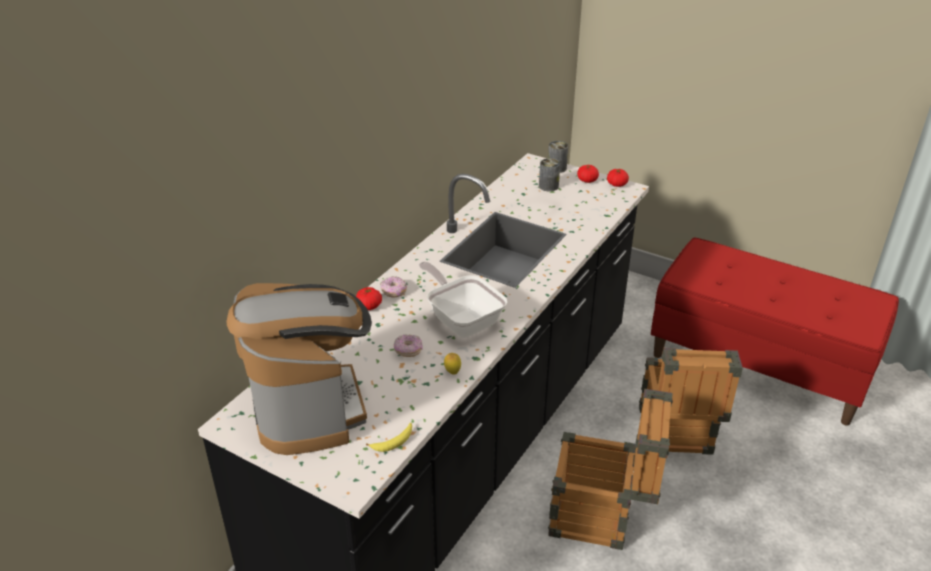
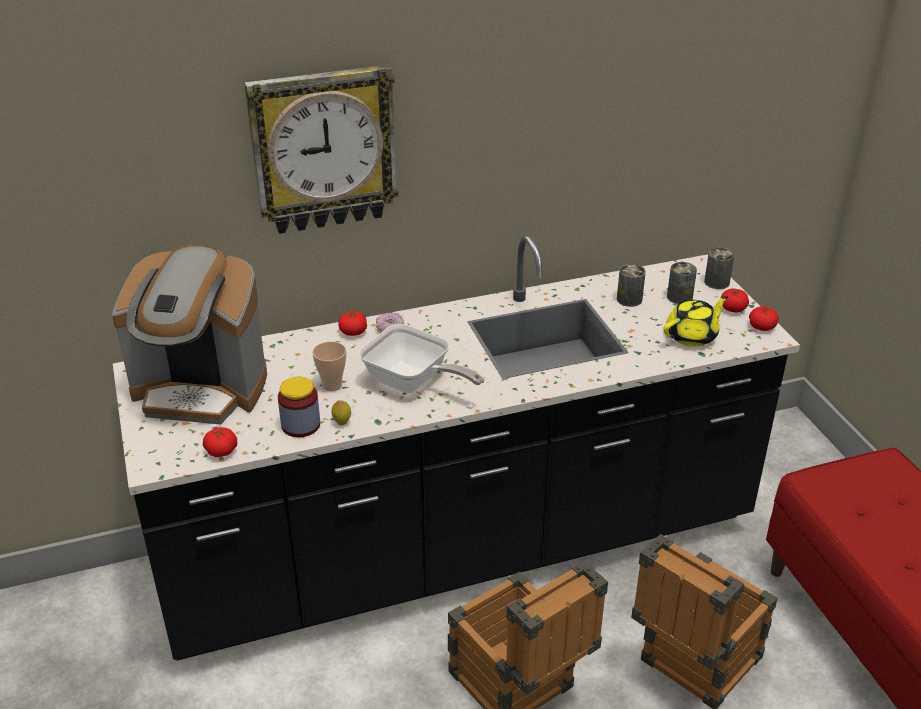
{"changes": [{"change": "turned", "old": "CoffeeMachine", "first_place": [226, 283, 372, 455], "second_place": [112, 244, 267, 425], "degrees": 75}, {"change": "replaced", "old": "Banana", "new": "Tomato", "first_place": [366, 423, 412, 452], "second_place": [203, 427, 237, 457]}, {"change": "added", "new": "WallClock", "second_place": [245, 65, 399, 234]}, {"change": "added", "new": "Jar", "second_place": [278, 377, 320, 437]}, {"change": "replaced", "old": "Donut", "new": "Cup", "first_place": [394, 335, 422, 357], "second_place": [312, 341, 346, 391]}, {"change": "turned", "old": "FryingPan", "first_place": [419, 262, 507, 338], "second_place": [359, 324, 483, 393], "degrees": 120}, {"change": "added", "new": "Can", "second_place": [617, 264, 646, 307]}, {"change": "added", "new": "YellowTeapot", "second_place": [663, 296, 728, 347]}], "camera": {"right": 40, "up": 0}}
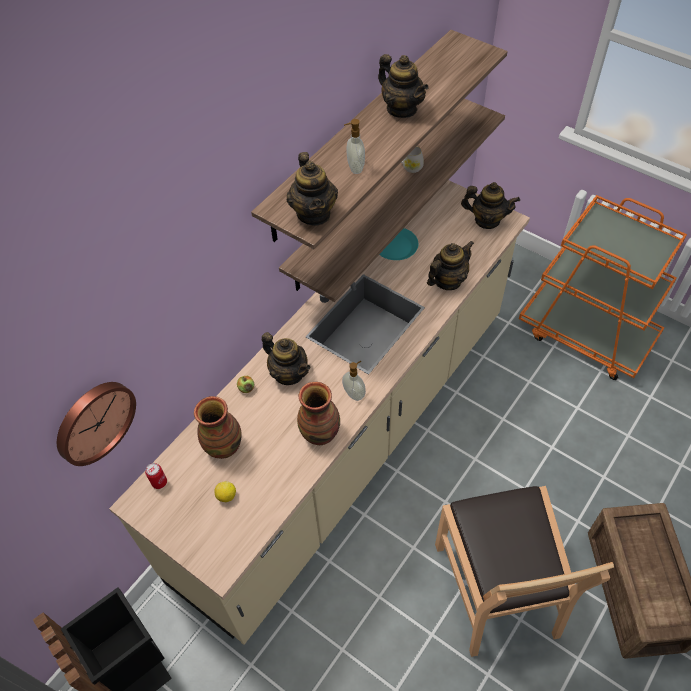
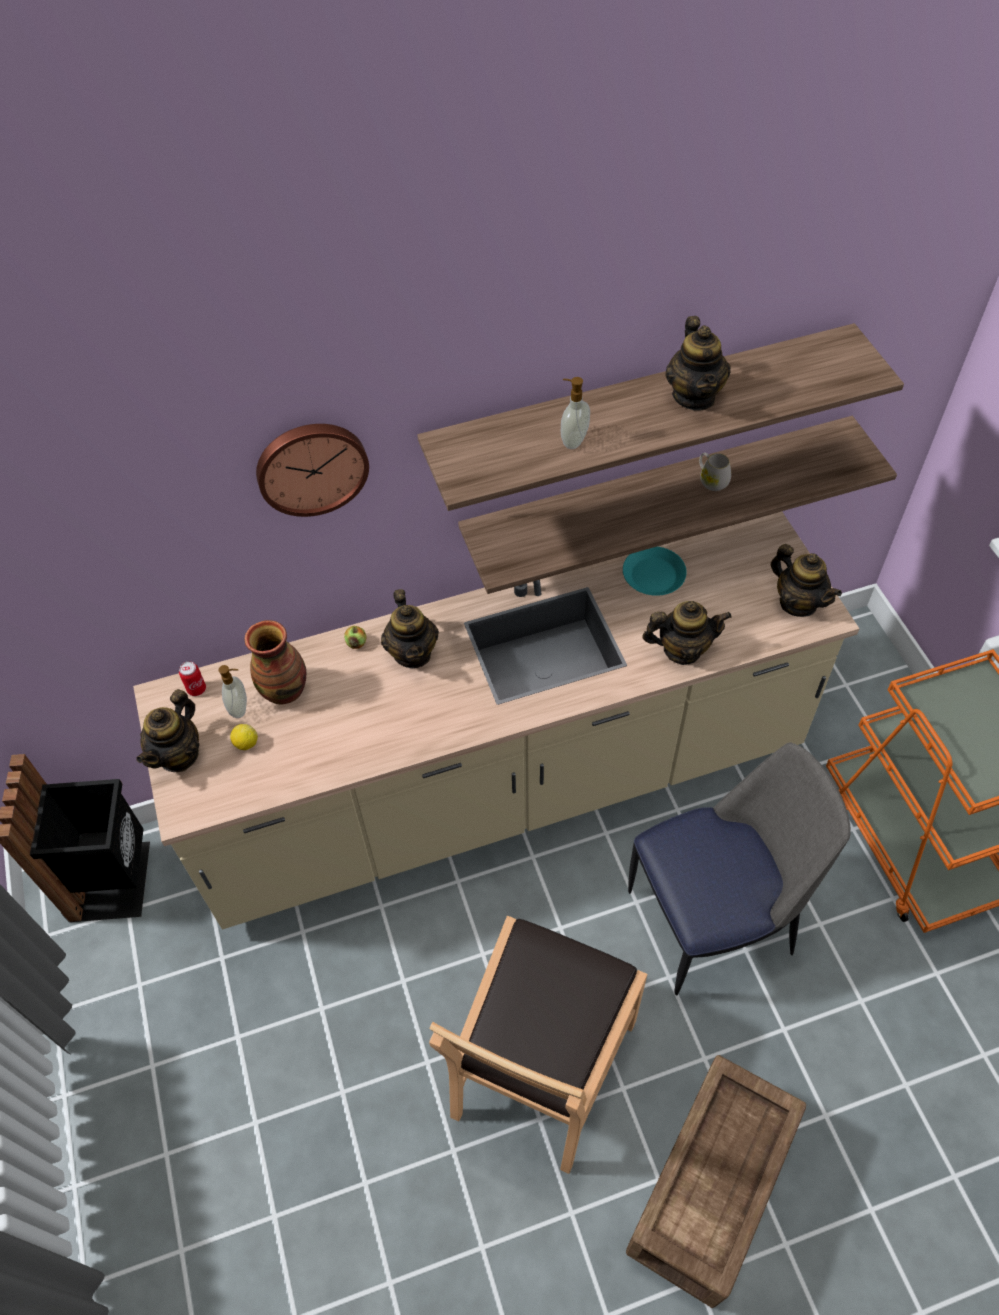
{"changes": [{"change": "moved", "old": "Teapot", "first_place": [287, 152, 338, 226], "second_place": [136, 689, 199, 772]}, {"change": "moved", "old": "SoapDispenser", "first_place": [342, 361, 366, 401], "second_place": [218, 665, 247, 718]}, {"change": "moved", "old": "WallClock", "first_place": [57, 382, 136, 466], "second_place": [256, 424, 369, 517]}, {"change": "added", "new": "Chair", "second_place": [628, 743, 851, 996]}, {"change": "removed", "old": "Vase", "first_place": [297, 382, 340, 445]}], "camera": {"right": 35, "up": 0}}
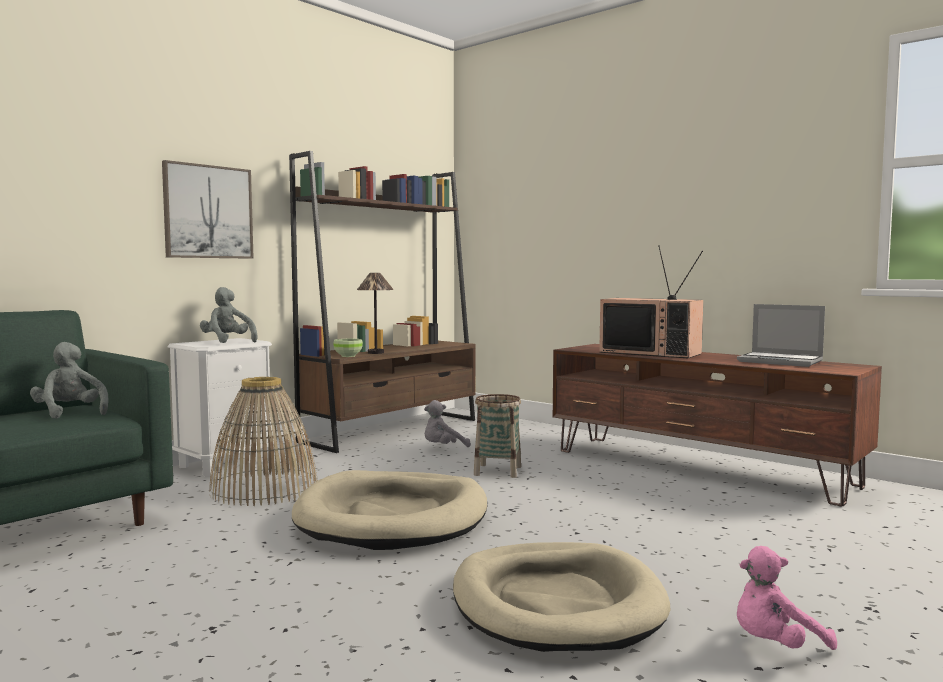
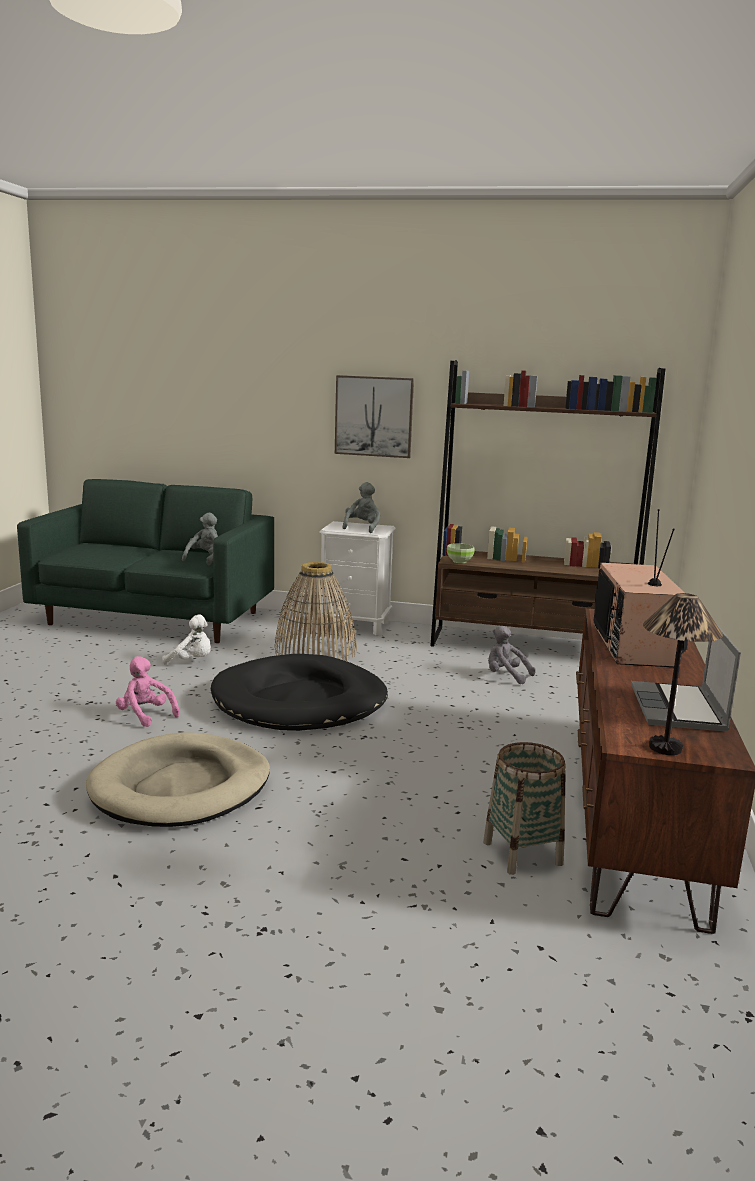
{"changes": [{"change": "moved", "old": "PinkPlushToy", "first_place": [737, 546, 837, 650], "second_place": [116, 656, 179, 727]}, {"change": "added", "new": "WhitePlushToy", "second_place": [162, 614, 211, 665]}, {"change": "recoloured", "old": "BeigeDogBed", "new": "BlackDogBed", "first_place": [292, 470, 487, 550], "second_place": [211, 654, 388, 731]}, {"change": "moved", "old": "Basket", "first_place": [474, 394, 521, 478], "second_place": [483, 742, 566, 875]}, {"change": "moved", "old": "TableLamp", "first_place": [357, 273, 394, 354], "second_place": [643, 593, 723, 755]}], "camera": {"right": 60, "up": 10}}
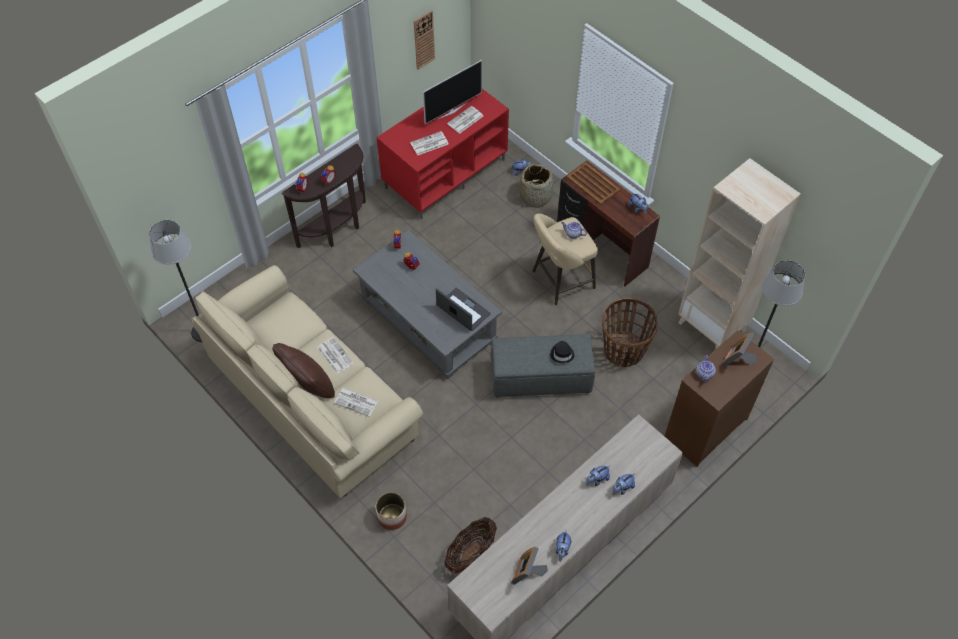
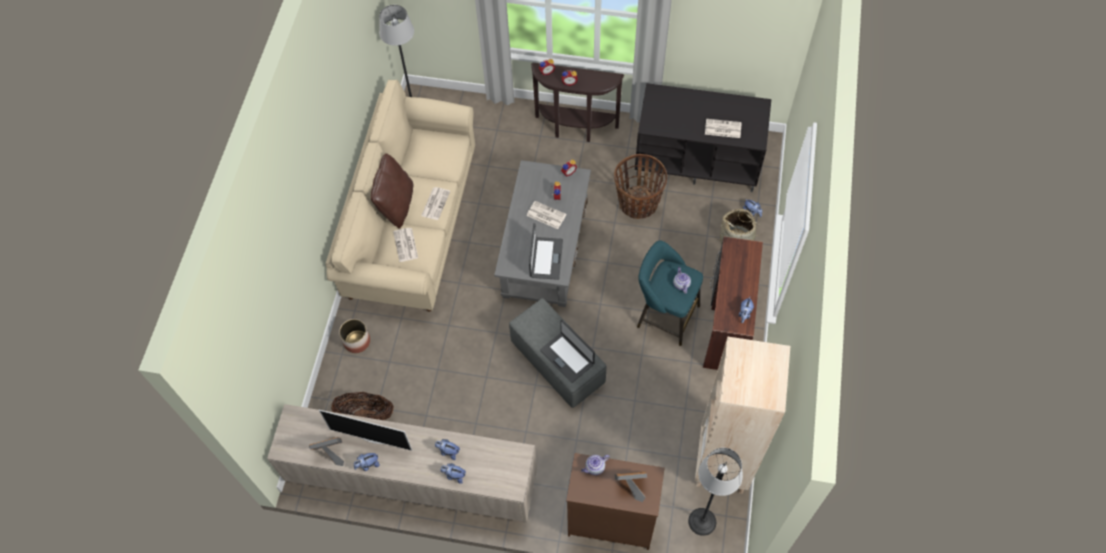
{"changes": [{"change": "moved", "old": "Television", "first_place": [423, 60, 482, 124], "second_place": [319, 410, 412, 451]}, {"change": "moved", "old": "Newspaper", "first_place": [410, 131, 448, 155], "second_place": [526, 201, 566, 229]}, {"change": "replaced", "old": "BlackHat", "new": "Laptop", "first_place": [550, 341, 574, 363], "second_place": [540, 320, 595, 383]}, {"change": "moved", "old": "Basket", "first_place": [602, 298, 658, 367], "second_place": [614, 154, 667, 219]}, {"change": "recoloured", "old": "RedTvStand", "new": "BlackTvStand", "first_place": [377, 89, 509, 219], "second_place": [635, 83, 771, 192]}, {"change": "recoloured", "old": "BeigeStool", "new": "TurquoiseStool", "first_place": [533, 213, 598, 305], "second_place": [637, 241, 703, 346]}, {"change": "removed", "old": "WallClock", "first_place": [414, 10, 435, 70]}, {"change": "removed", "old": "BrownTray", "first_place": [566, 162, 620, 205]}], "camera": {"right": 55, "up": 5}}
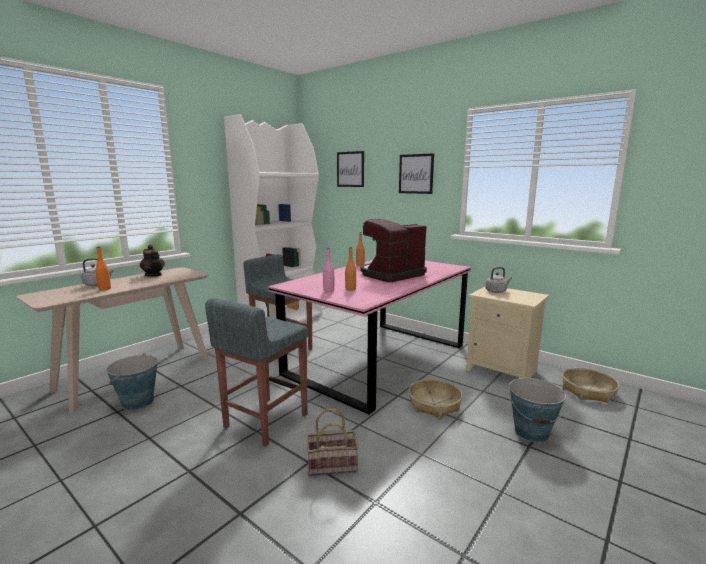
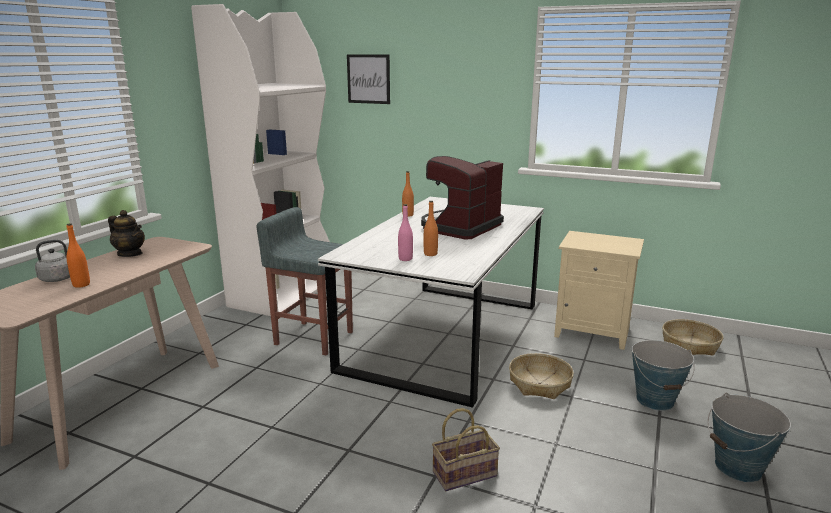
{"changes": [{"change": "recoloured", "old": "PinkDiningTable", "new": "WhiteDiningTable", "first_place": [268, 260, 471, 414], "second_place": [318, 197, 544, 408]}, {"change": "moved", "old": "Bucket", "first_place": [106, 353, 158, 410], "second_place": [707, 393, 791, 482]}, {"change": "removed", "old": "GreyStool", "first_place": [205, 298, 308, 447]}, {"change": "removed", "old": "Picture", "first_place": [399, 153, 434, 194]}, {"change": "removed", "old": "GreyKettle", "first_place": [485, 267, 512, 293]}], "camera": {"right": -15, "up": 5}}
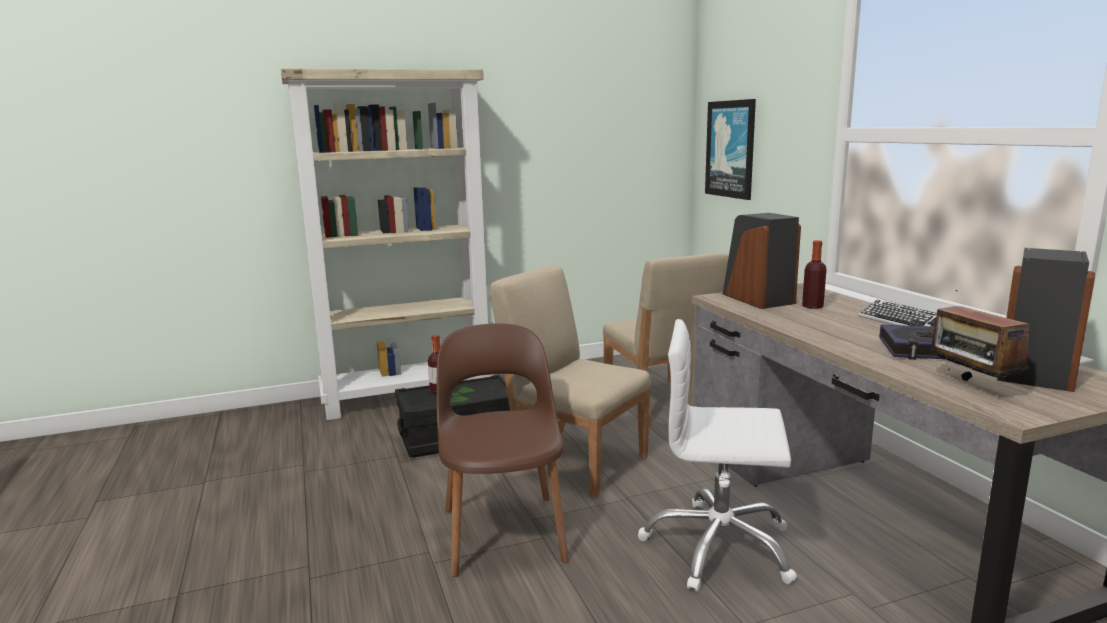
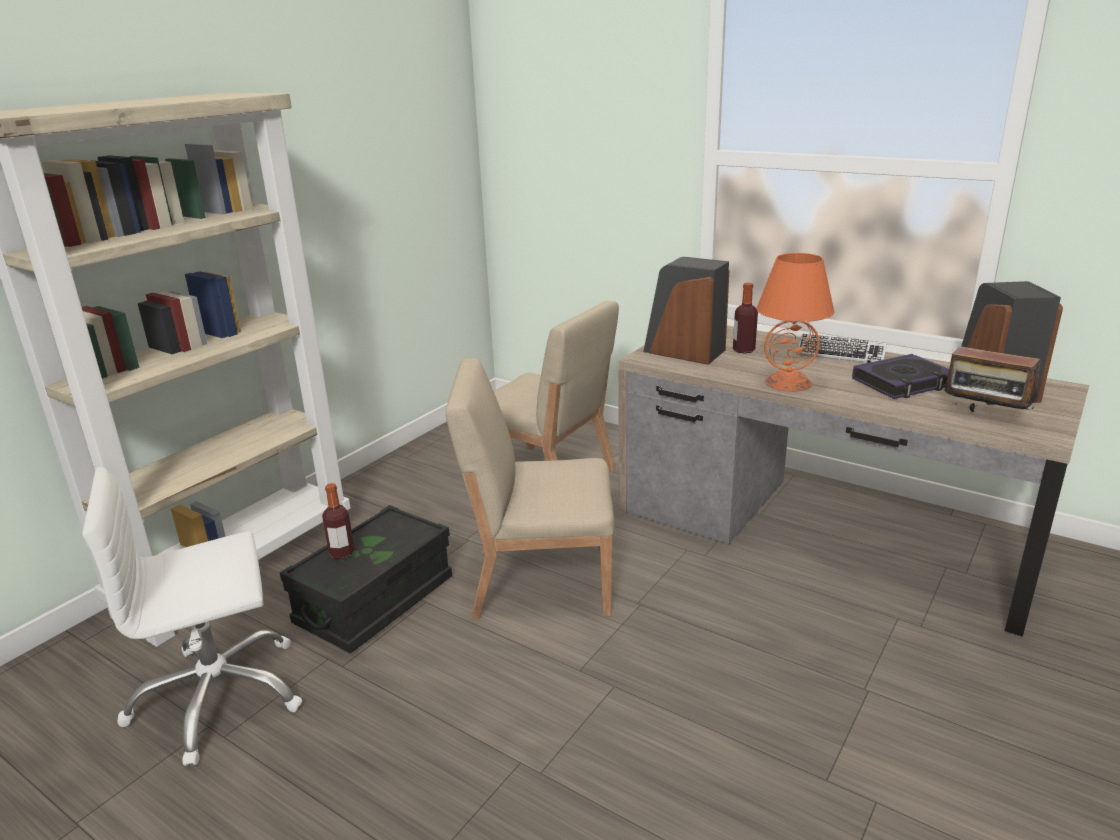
{"changes": [{"change": "moved", "old": "WhiteOfficeChair", "first_place": [638, 319, 797, 592], "second_place": [82, 467, 302, 766]}, {"change": "added", "new": "OrangeTableLamp", "second_place": [757, 253, 834, 392]}, {"change": "removed", "old": "BrownChair", "first_place": [437, 323, 569, 577]}, {"change": "removed", "old": "Picture", "first_place": [705, 99, 756, 200]}], "camera": {"right": -35, "up": 10}}
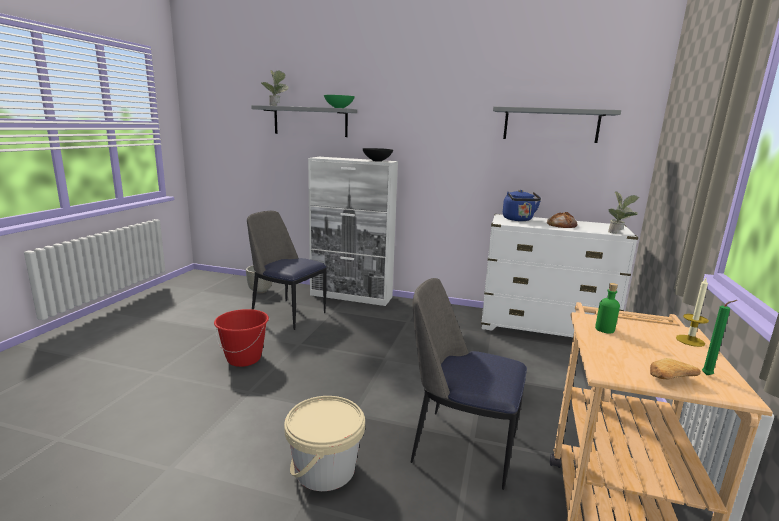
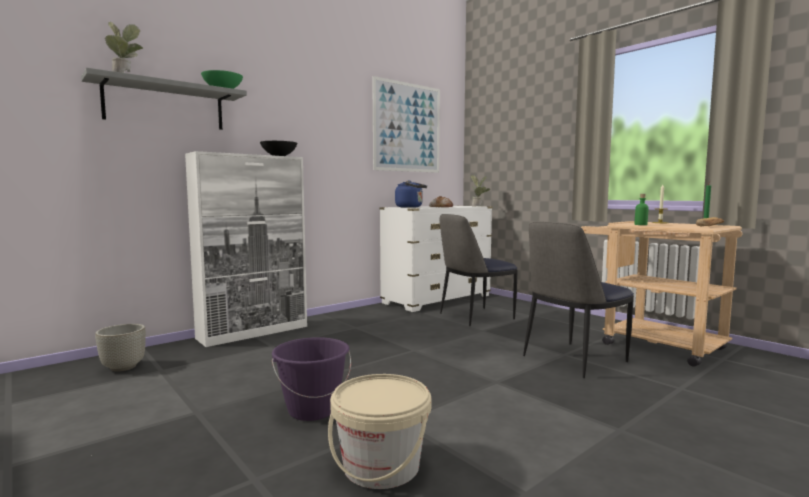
{"changes": [{"change": "recoloured", "old": "RedBucket", "new": "PurpleBucket", "first_place": [214, 309, 269, 367], "second_place": [272, 337, 351, 421]}, {"change": "moved", "old": "BeigeBucket", "first_place": [284, 396, 365, 491], "second_place": [328, 374, 431, 489]}, {"change": "replaced", "old": "GreyShelf", "new": "Picture", "first_place": [493, 107, 621, 143], "second_place": [372, 76, 440, 173]}, {"change": "moved", "old": "Chair", "first_place": [247, 211, 327, 330], "second_place": [440, 214, 518, 326]}], "camera": {"right": -55, "up": -10}}
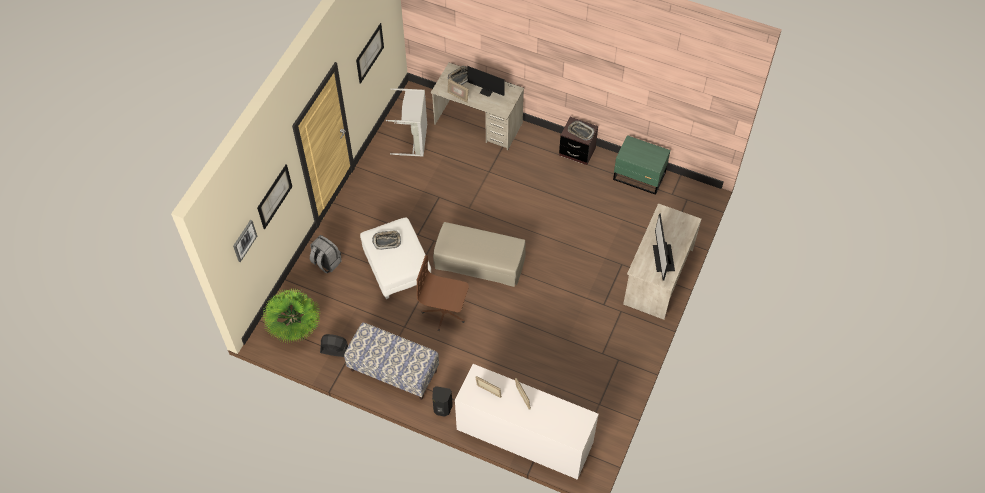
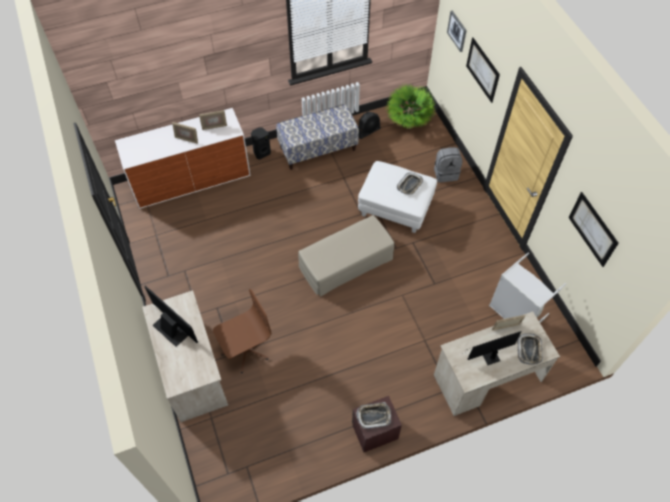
{"changes": [{"change": "moved", "old": "BrownOfficeChair", "first_place": [417, 255, 469, 331], "second_place": [213, 289, 271, 373]}, {"change": "removed", "old": "GreenNightstand", "first_place": [613, 135, 671, 195]}], "camera": {"right": 135, "up": 0}}
